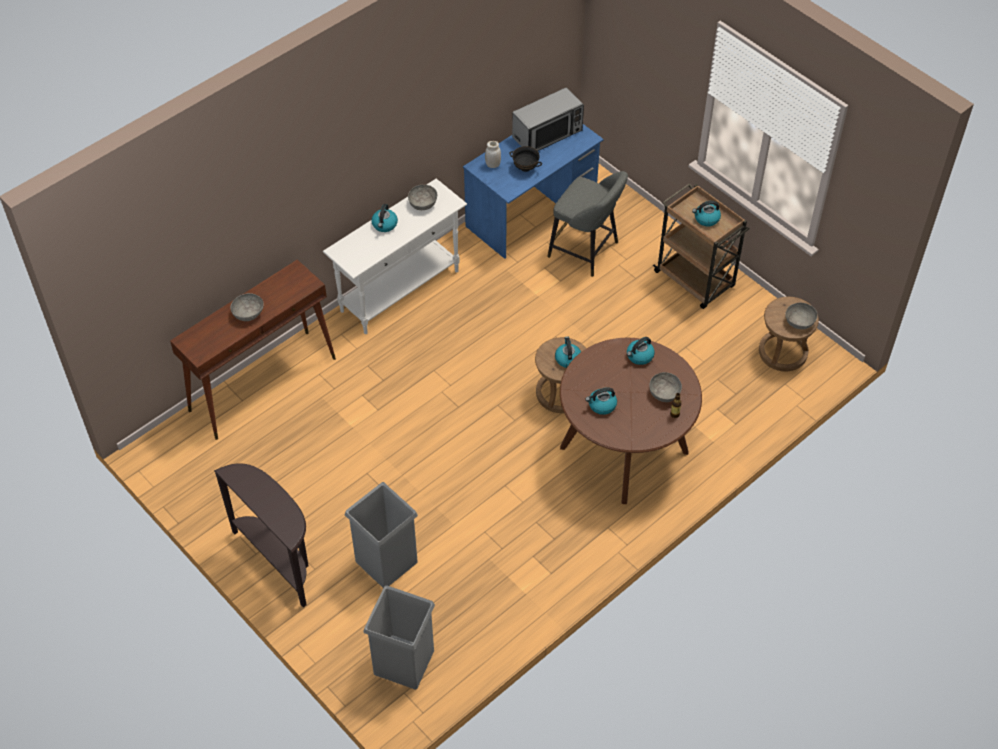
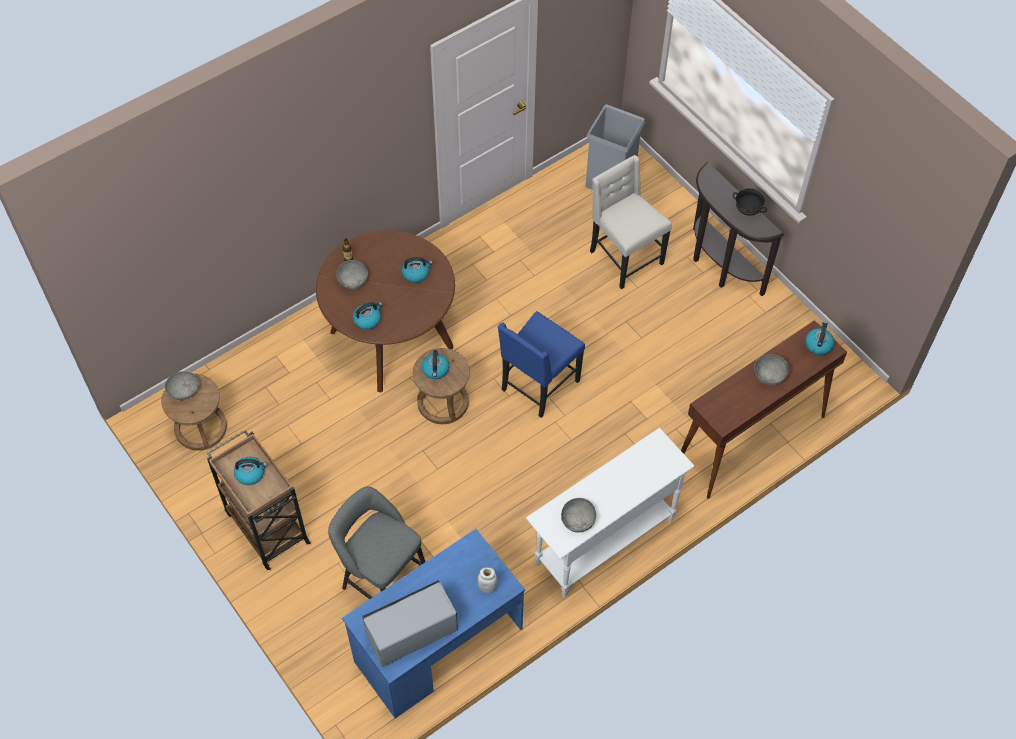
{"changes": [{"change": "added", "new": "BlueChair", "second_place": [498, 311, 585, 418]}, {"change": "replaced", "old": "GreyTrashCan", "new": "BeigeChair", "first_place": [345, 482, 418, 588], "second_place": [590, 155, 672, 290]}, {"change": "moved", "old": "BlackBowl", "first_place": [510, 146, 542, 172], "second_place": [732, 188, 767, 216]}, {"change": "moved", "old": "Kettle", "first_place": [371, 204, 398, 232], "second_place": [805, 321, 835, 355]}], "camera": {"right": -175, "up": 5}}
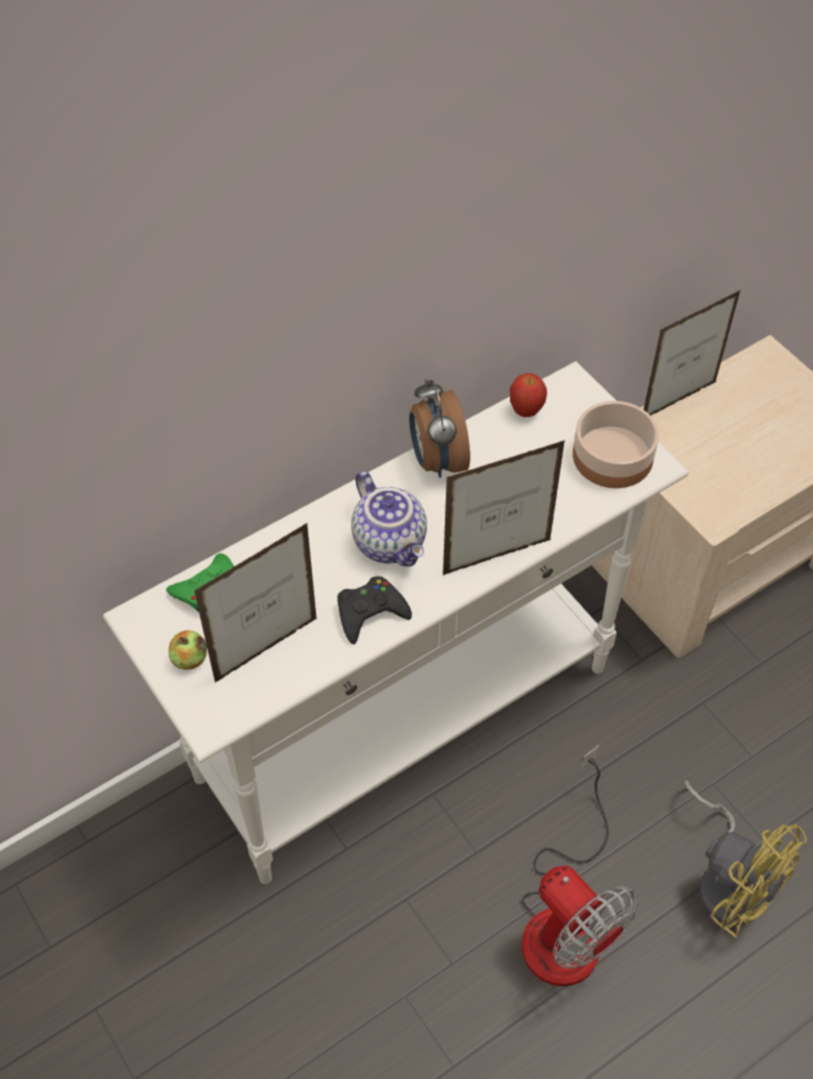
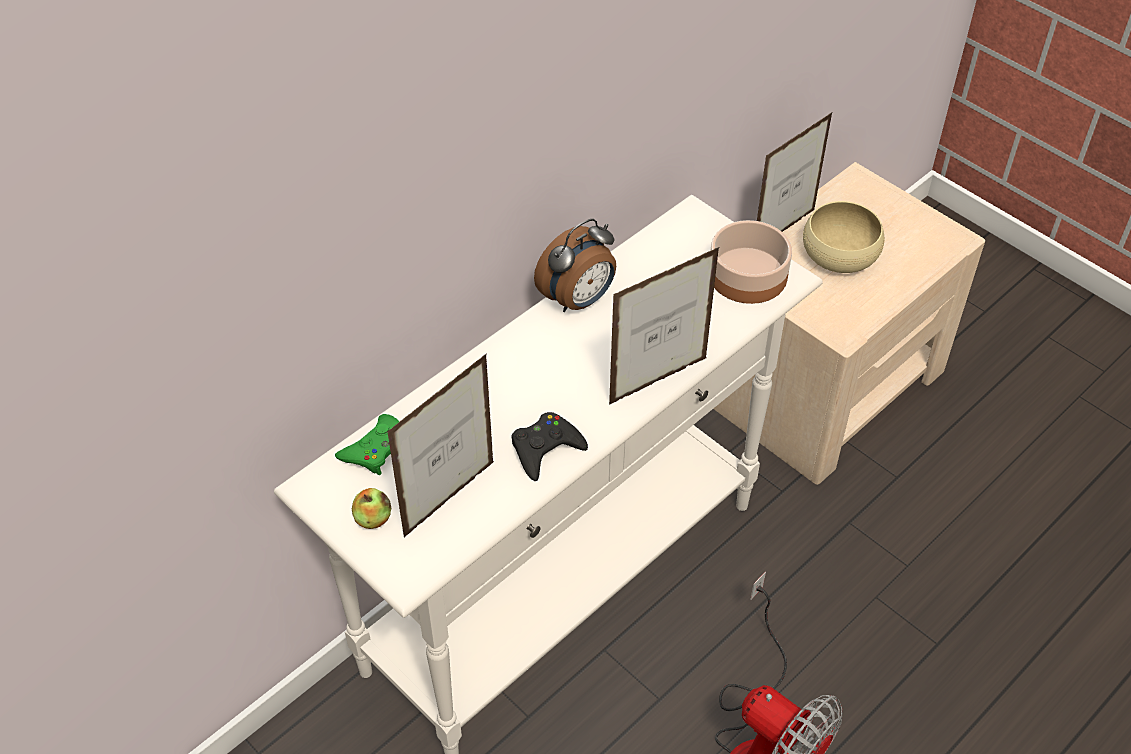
{"changes": [{"change": "turned", "old": "AlarmClock", "first_place": [409, 378, 470, 478], "second_place": [534, 219, 616, 312], "degrees": -105}, {"change": "added", "new": "BeigeBowl", "second_place": [803, 201, 884, 273]}, {"change": "removed", "old": "Teapot", "first_place": [351, 471, 427, 567]}, {"change": "removed", "old": "Apple", "first_place": [510, 373, 547, 417]}, {"change": "removed", "old": "YellowFan", "first_place": [684, 780, 807, 938]}], "camera": {"right": -10, "up": -5}}
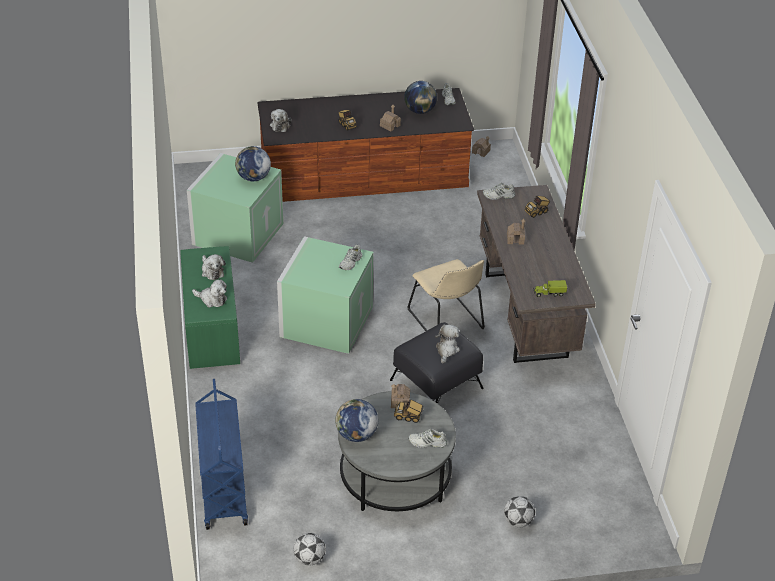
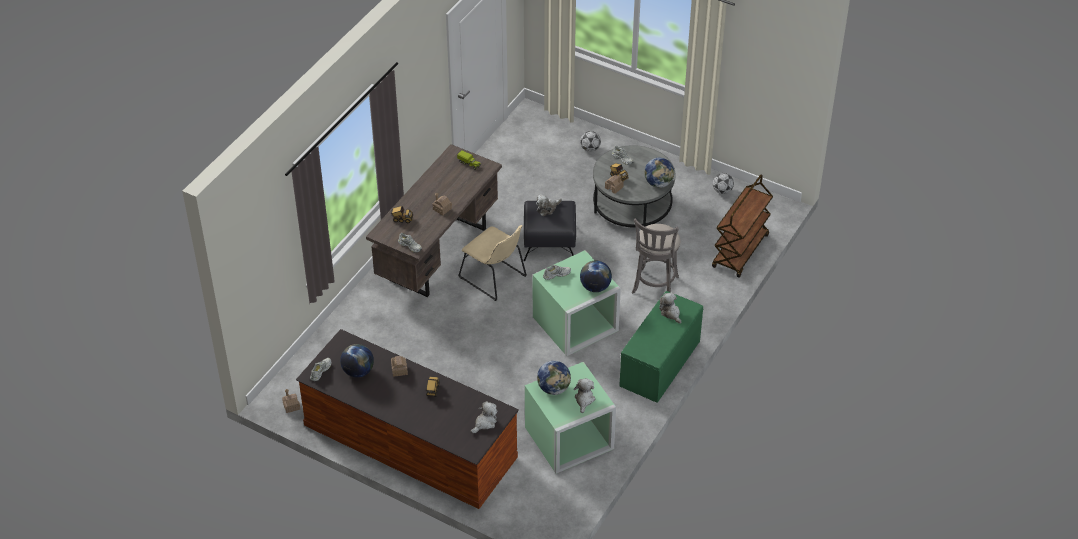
{"changes": [{"change": "turned", "old": "BeigeChair", "first_place": [407, 259, 485, 331], "second_place": [458, 225, 527, 301], "degrees": 120}, {"change": "moved", "old": "PlushToy", "first_place": [202, 254, 226, 280], "second_place": [574, 378, 595, 413]}, {"change": "added", "new": "Globe", "second_place": [580, 261, 612, 292]}, {"change": "added", "new": "GreyStool", "second_place": [632, 218, 681, 293]}, {"change": "recoloured", "old": "BlueCart", "new": "BrownCart", "first_place": [195, 379, 248, 530], "second_place": [712, 175, 773, 278]}], "camera": {"right": -140, "up": 5}}
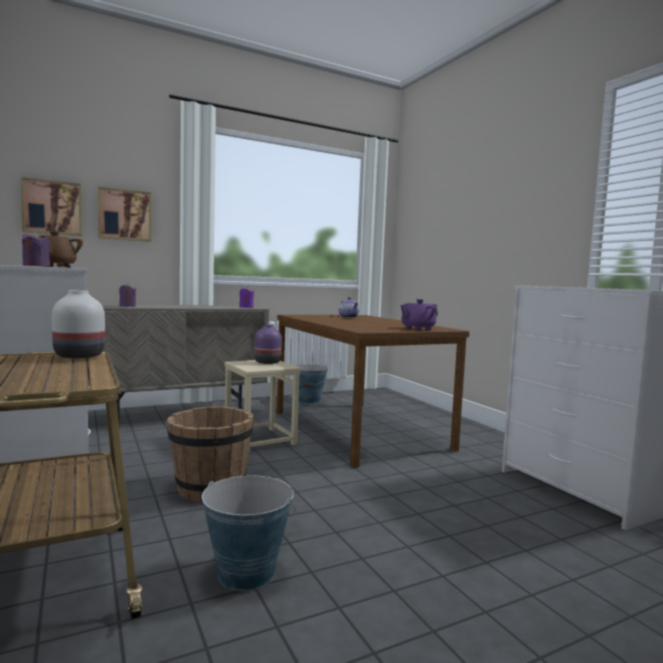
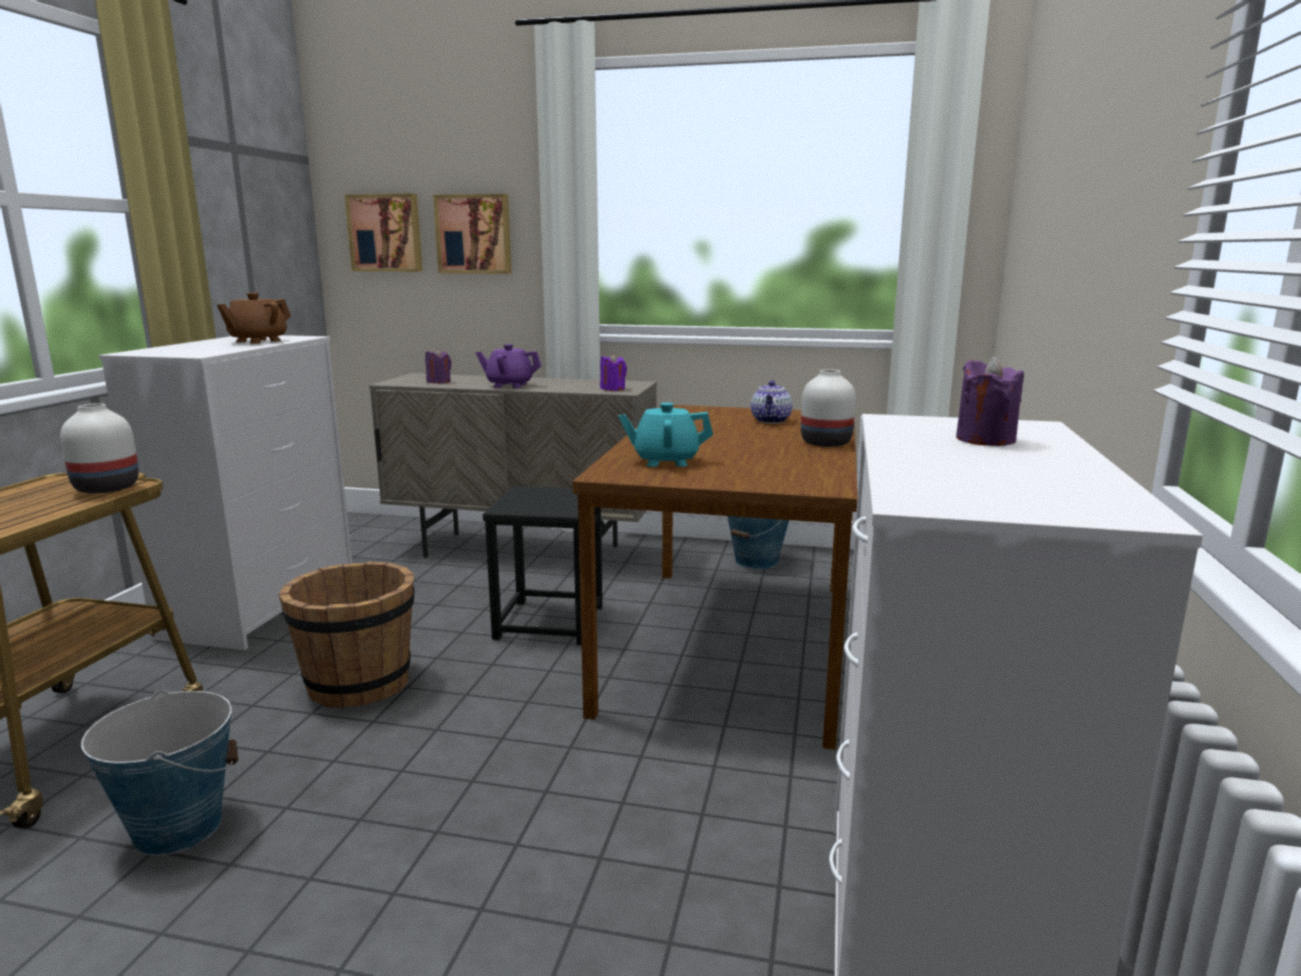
{"changes": [{"change": "moved", "old": "PurpleTeapot", "first_place": [401, 299, 438, 330], "second_place": [476, 344, 541, 388]}, {"change": "recoloured", "old": "BeigeStool", "new": "BlackStool", "first_place": [224, 360, 301, 453], "second_place": [483, 486, 603, 645]}, {"change": "added", "new": "TurquoiseTeapot", "second_place": [618, 402, 713, 467]}, {"change": "added", "new": "WhiteVase", "second_place": [801, 369, 856, 447]}, {"change": "moved", "old": "PurpleCandle", "first_place": [22, 231, 50, 266], "second_place": [956, 356, 1024, 446]}, {"change": "removed", "old": "PurpleVase", "first_place": [254, 325, 282, 364]}], "camera": {"right": 40, "up": 10}}
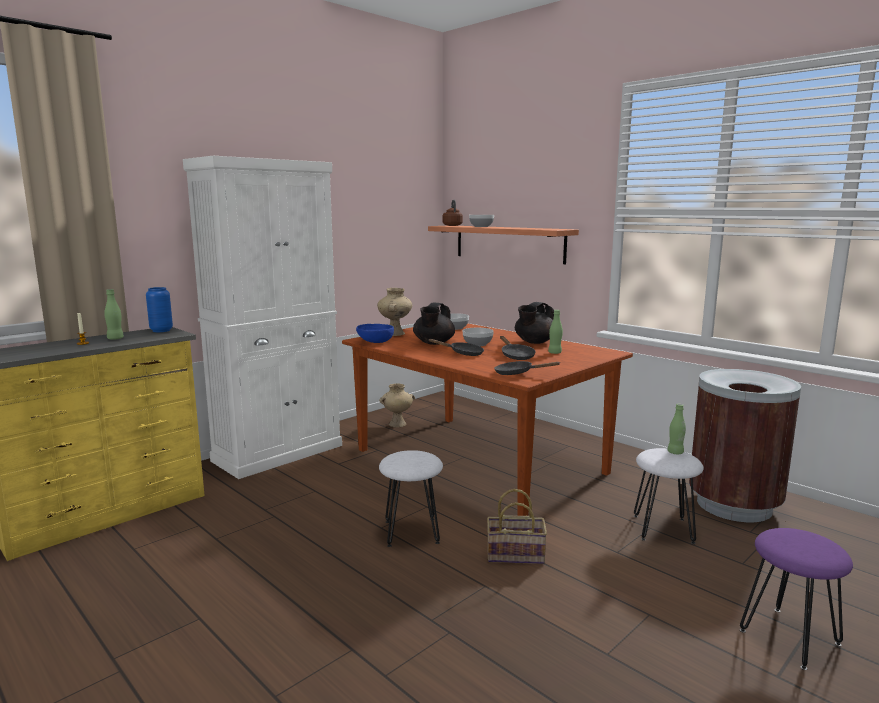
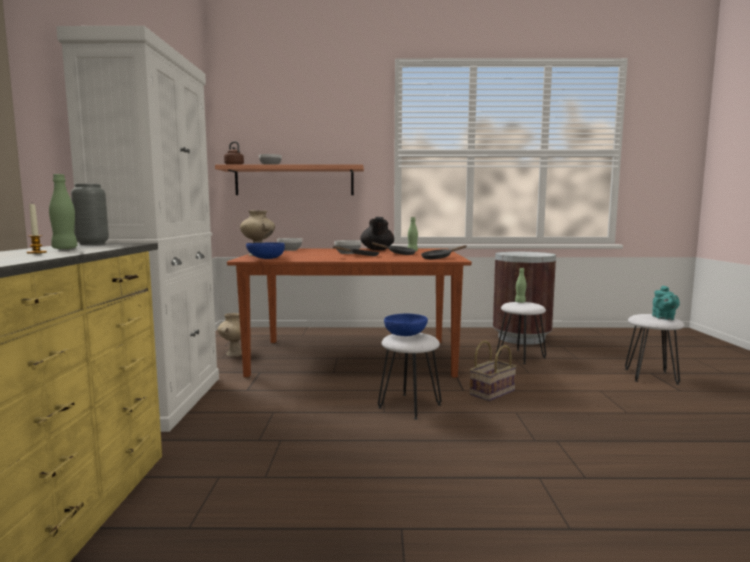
{"changes": [{"change": "recoloured", "old": "BlueVase", "new": "GreyVase", "first_place": [146, 287, 173, 332], "second_place": [71, 184, 109, 245]}, {"change": "added", "new": "BlueBowl", "second_place": [384, 313, 428, 336]}, {"change": "recoloured", "old": "PurpleStool", "new": "WhiteStool", "first_place": [740, 528, 853, 670], "second_place": [625, 314, 684, 385]}, {"change": "added", "new": "TurquoiseTeapot", "second_place": [652, 286, 680, 320]}, {"change": "removed", "old": "BlackTeapot", "first_place": [413, 302, 455, 345]}], "camera": {"right": -45, "up": -5}}
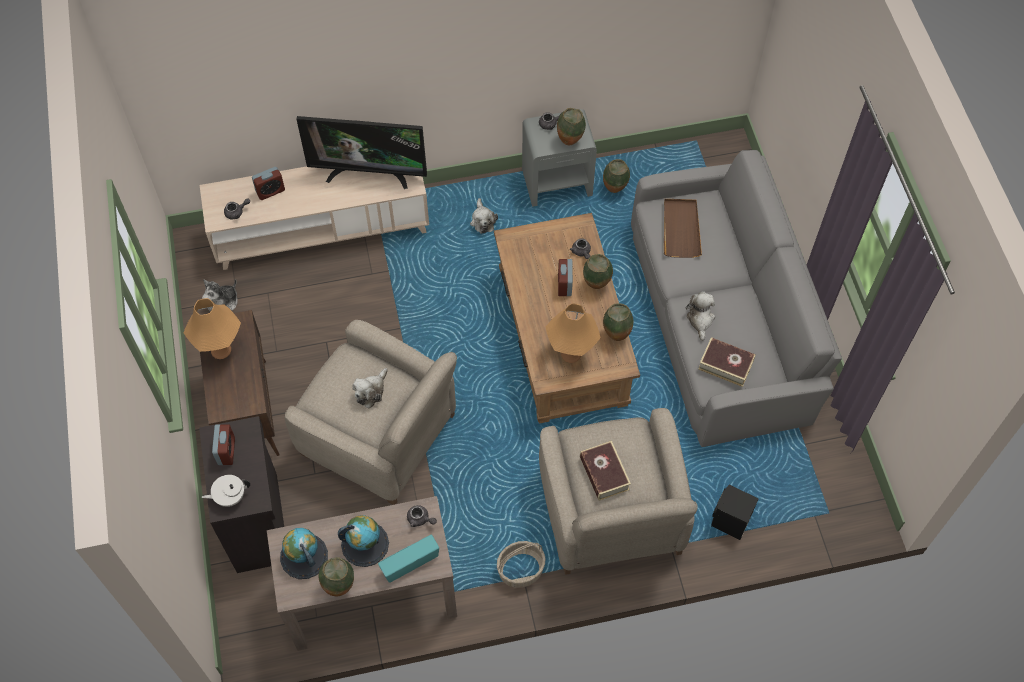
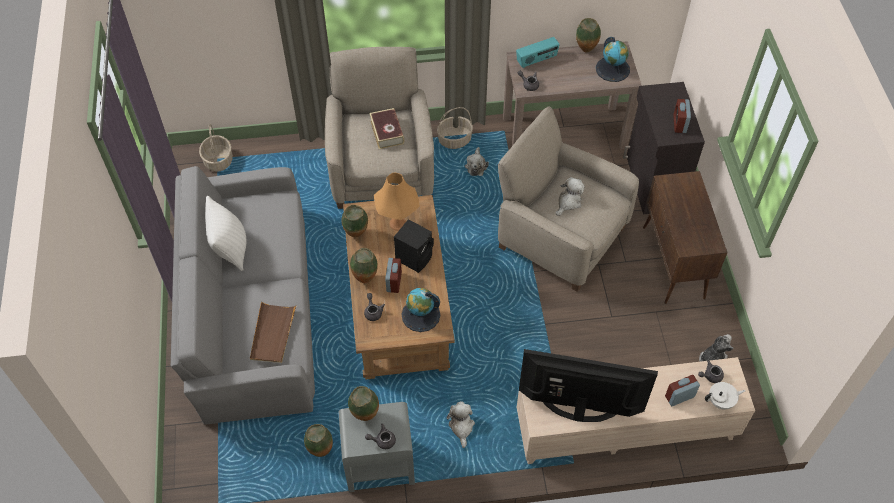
{"changes": [{"change": "added", "new": "Basket", "second_place": [199, 124, 233, 171]}, {"change": "added", "new": "WhitePillow", "second_place": [205, 196, 246, 271]}, {"change": "moved", "old": "BlackSpeaker", "first_place": [711, 485, 759, 540], "second_place": [394, 219, 434, 273]}, {"change": "moved", "old": "Globe", "first_place": [338, 515, 389, 567], "second_place": [401, 288, 440, 332]}, {"change": "moved", "old": "PlushToy", "first_place": [686, 291, 715, 341], "second_place": [465, 147, 489, 176]}, {"change": "moved", "old": "WhiteTeapot", "first_place": [202, 475, 250, 507], "second_place": [705, 382, 745, 410]}, {"change": "removed", "old": "OrangeTableLamp", "first_place": [183, 298, 241, 359]}, {"change": "removed", "old": "Book", "first_place": [698, 337, 756, 387]}], "camera": {"right": -175, "up": -5}}
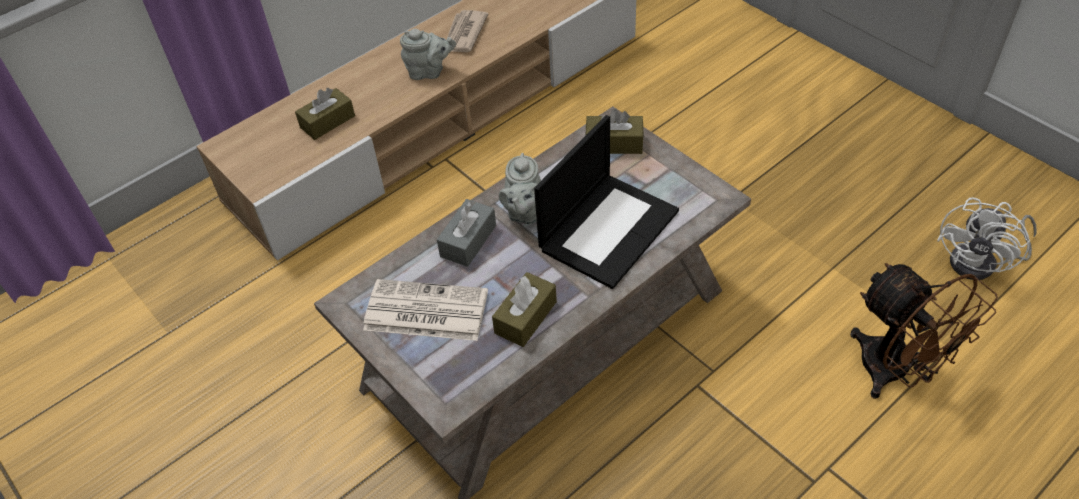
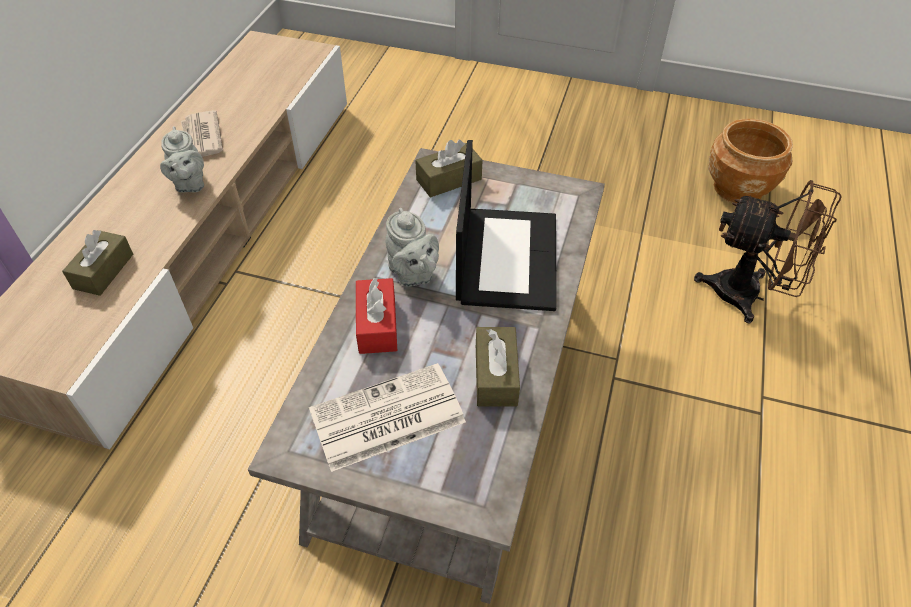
{"changes": [{"change": "turned", "old": "GreyTeapot", "first_place": [400, 29, 456, 80], "second_place": [160, 126, 204, 193], "degrees": 105}, {"change": "recoloured", "old": "GreyTissueBox", "new": "RedTissueBox", "first_place": [437, 199, 496, 267], "second_place": [356, 277, 397, 354]}, {"change": "replaced", "old": "WhiteFan", "new": "BrownPlanter", "first_place": [937, 197, 1036, 280], "second_place": [708, 119, 793, 203]}], "camera": {"right": -35, "up": 0}}
